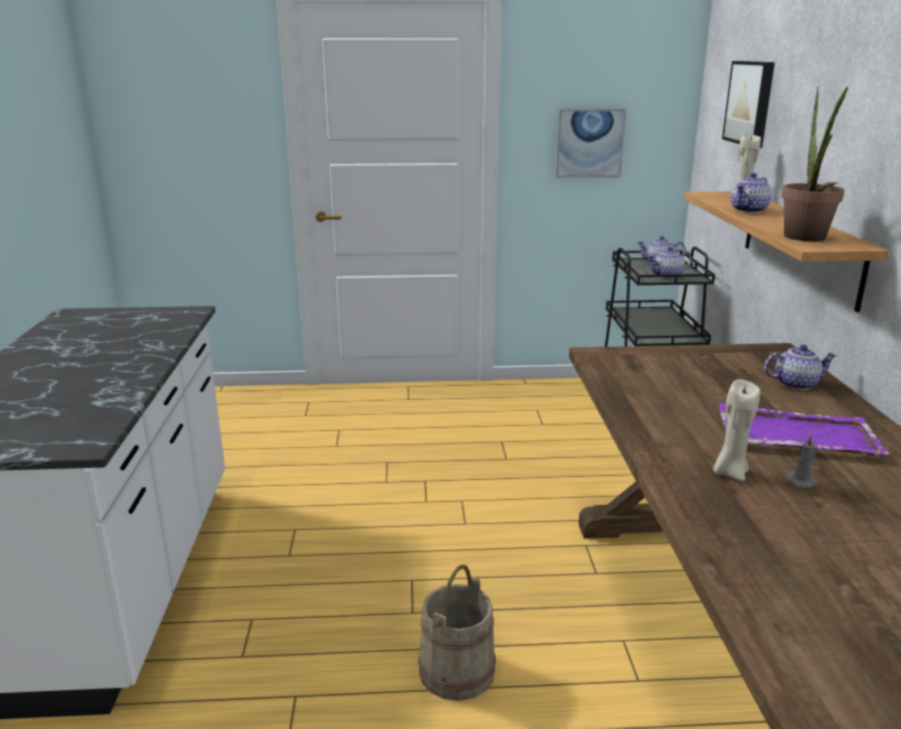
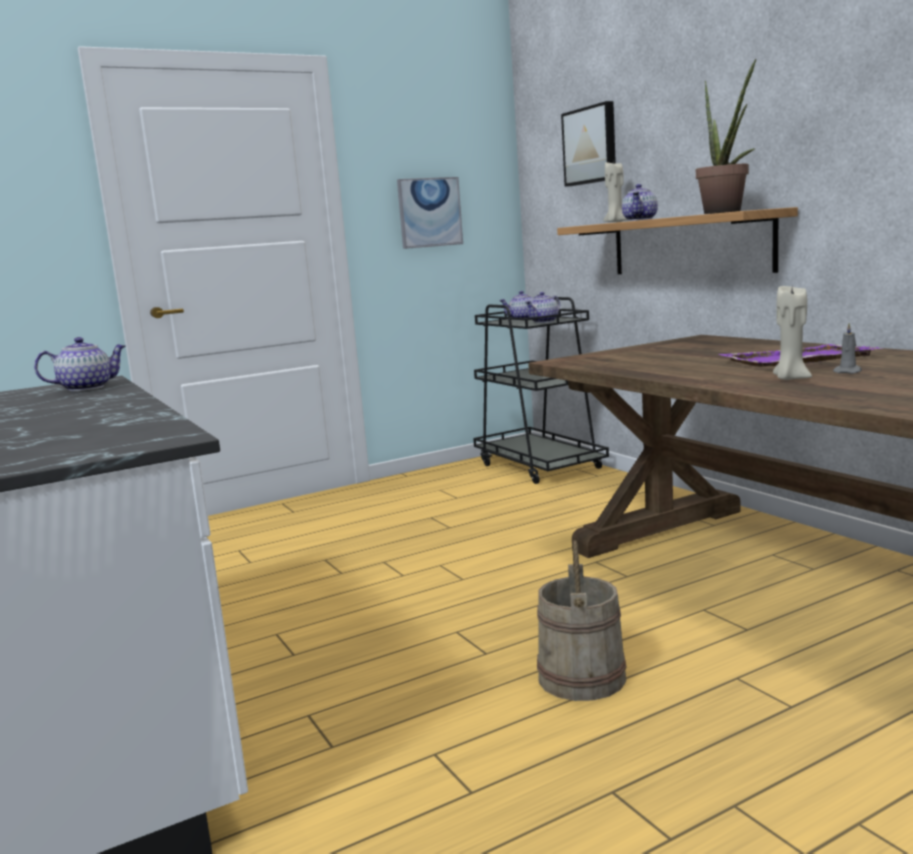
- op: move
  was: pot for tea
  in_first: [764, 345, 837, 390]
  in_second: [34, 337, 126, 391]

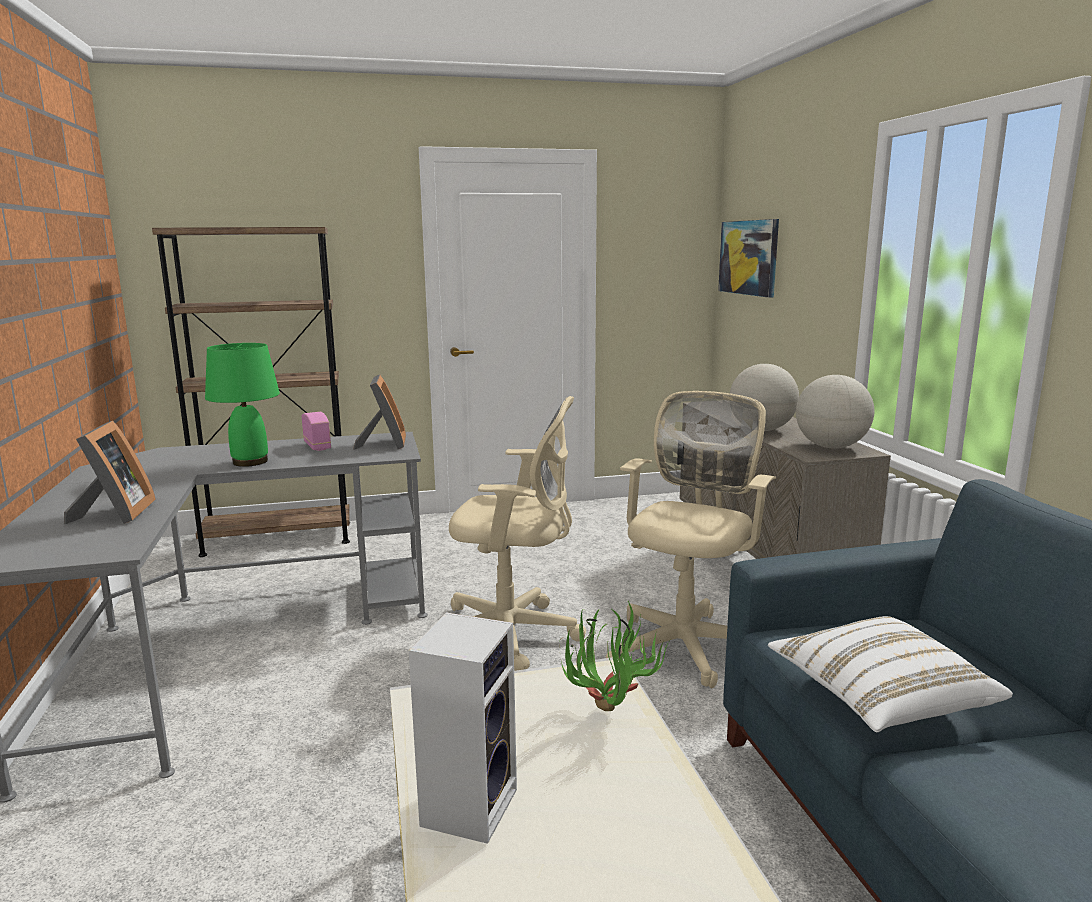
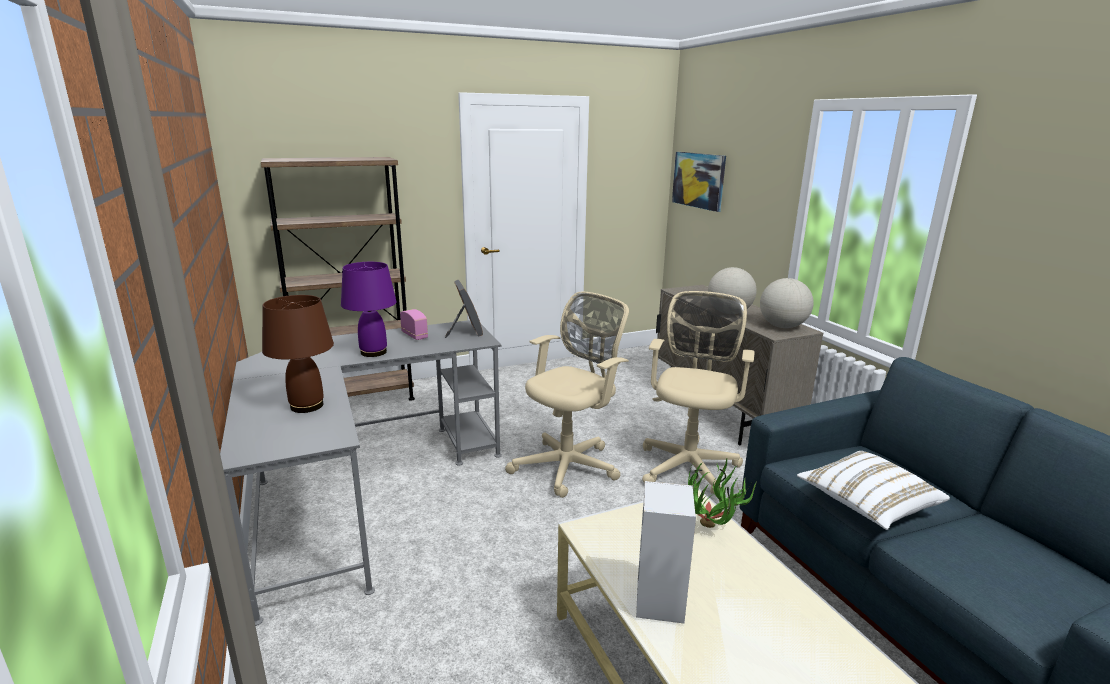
- op: replace
  was: standing frame
  now: table lamp (brown)
  in_first: [64, 421, 156, 524]
  in_second: [262, 295, 334, 413]
- op: recolor
  was: table lamp (green)
  now: table lamp (purplish)
  in_first: [205, 343, 280, 467]
  in_second: [341, 262, 396, 357]
- op: rotate
  was: office chair (beige-coloured)
  in_first: [449, 396, 586, 671]
  in_second: [505, 292, 629, 498]
  clockwise: -45

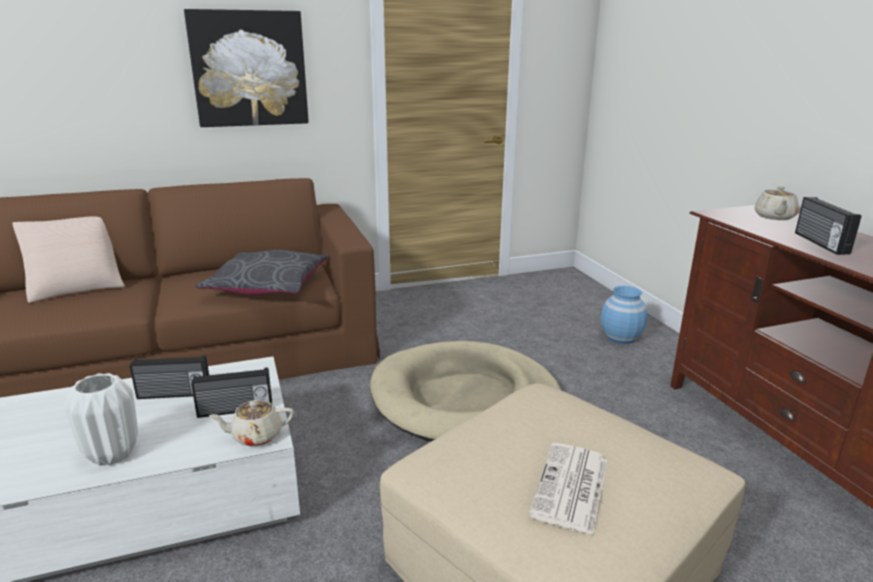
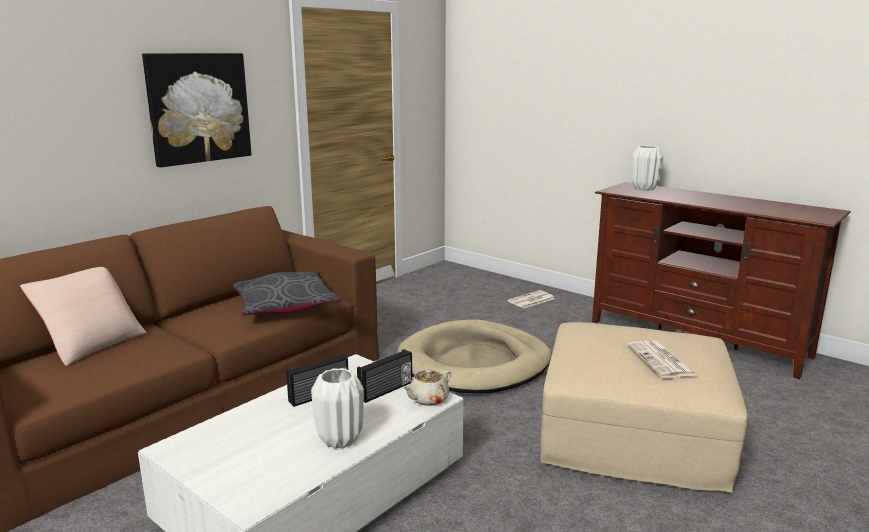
- op: replace
  was: decorative vase (blue)
  now: printed paper
  in_first: [601, 286, 648, 344]
  in_second: [508, 290, 555, 308]
- op: replace
  was: pot for tea (beige-coloured)
  now: decorative vase (white)
  in_first: [754, 186, 799, 220]
  in_second: [631, 146, 663, 191]
- op: delete
  was: radio receiver
  in_first: [795, 197, 861, 255]

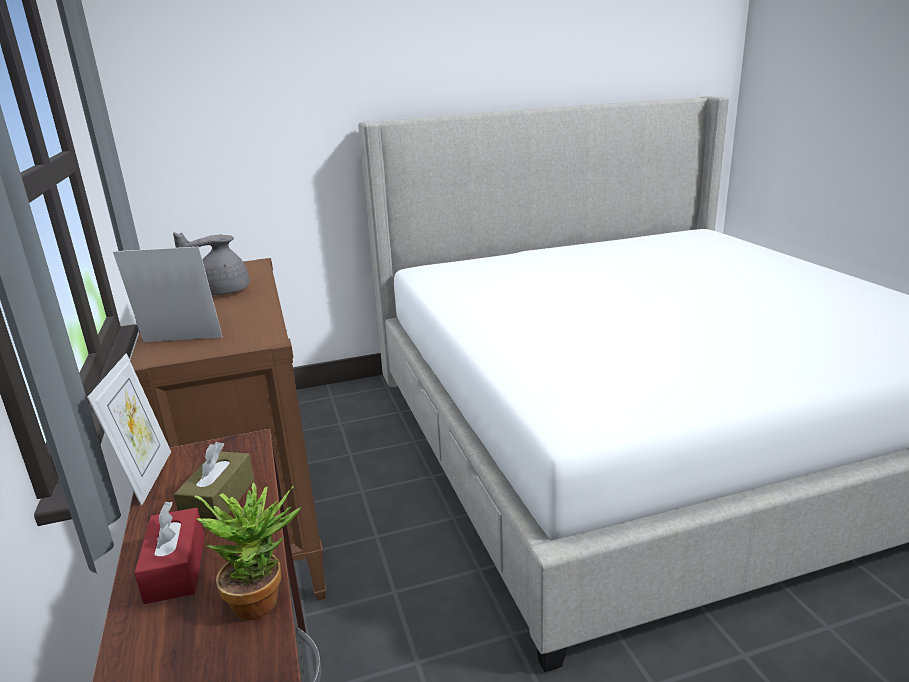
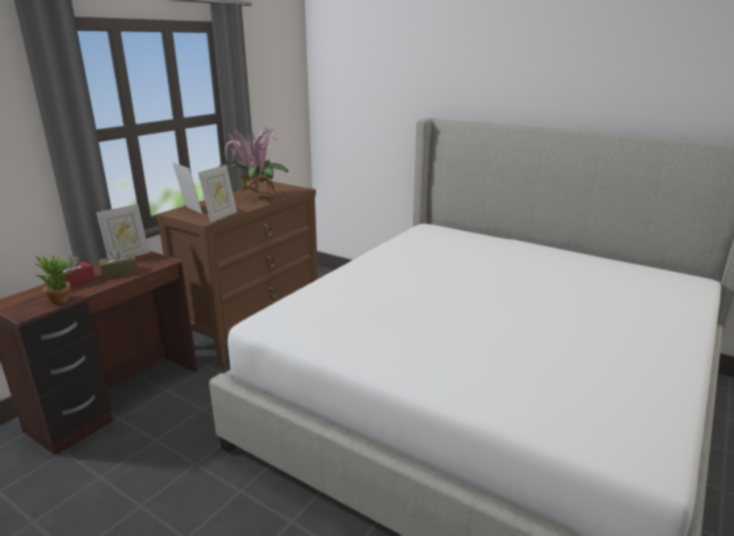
- op: insert
  now: standing frame
  in_second: [198, 165, 237, 223]
- op: replace
  was: pot for tea (gray)
  now: plant in a pot
  in_first: [173, 232, 249, 295]
  in_second: [219, 128, 289, 196]

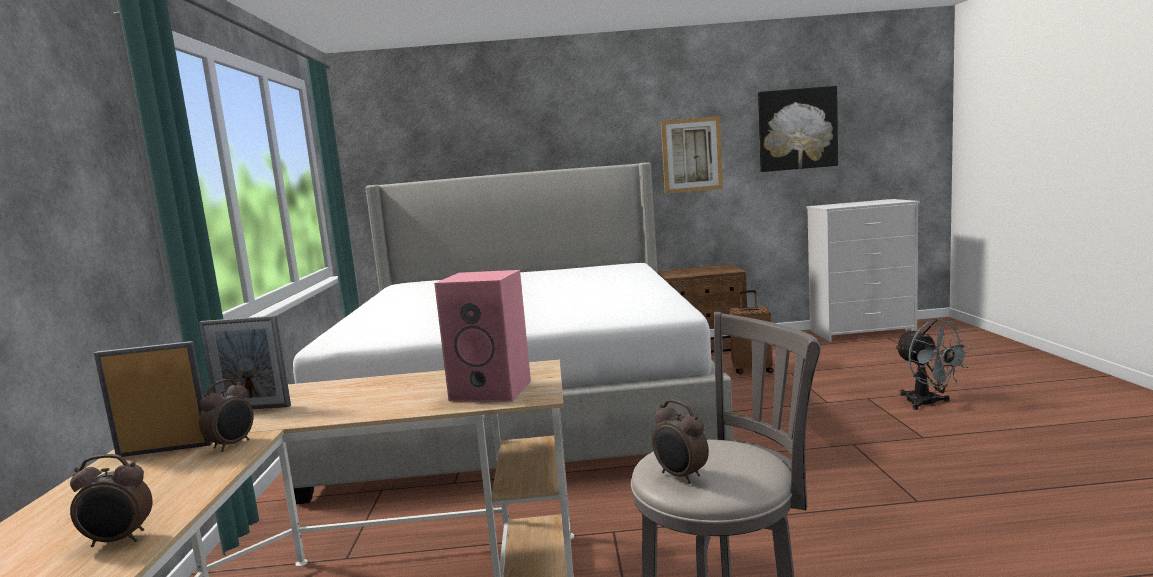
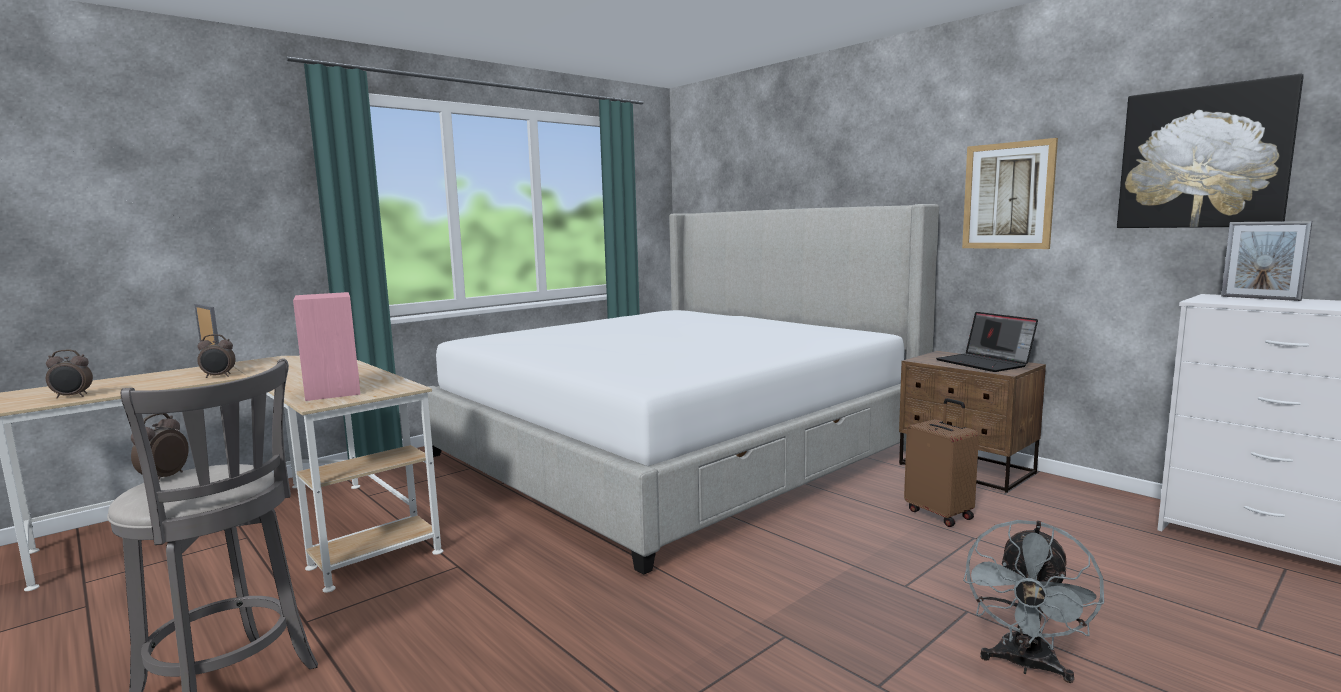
- op: rotate
  was: table clock
  in_first: [70, 454, 153, 547]
  in_second: [46, 350, 93, 398]
  clockwise: -60
- op: insert
  now: notebook computer
  in_second: [936, 312, 1038, 372]
- op: move
  was: standing frame
  in_first: [199, 316, 291, 409]
  in_second: [1221, 221, 1312, 301]

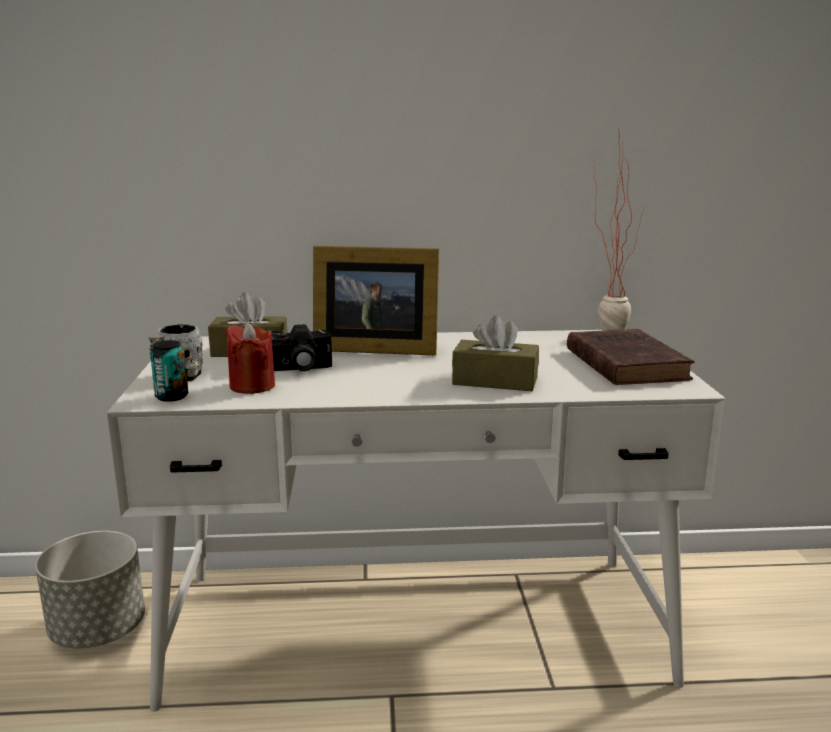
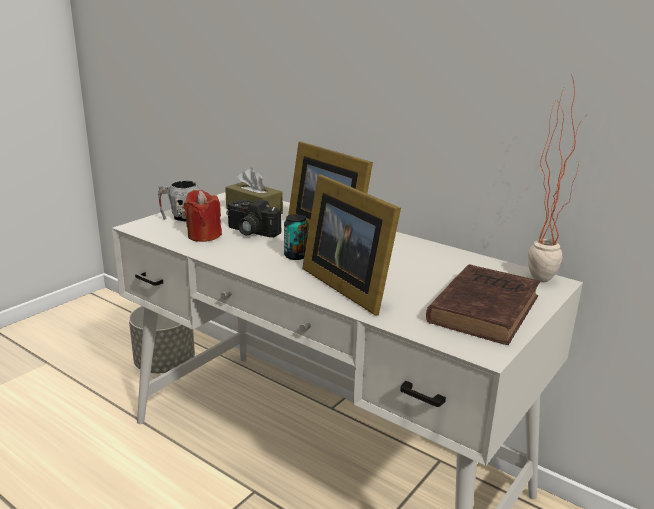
- op: move
  was: sealed can
  in_first: [150, 340, 188, 402]
  in_second: [284, 214, 308, 260]
- op: replace
  was: tissue holder (brown)
  now: standing frame
  in_first: [452, 315, 539, 391]
  in_second: [302, 175, 401, 315]

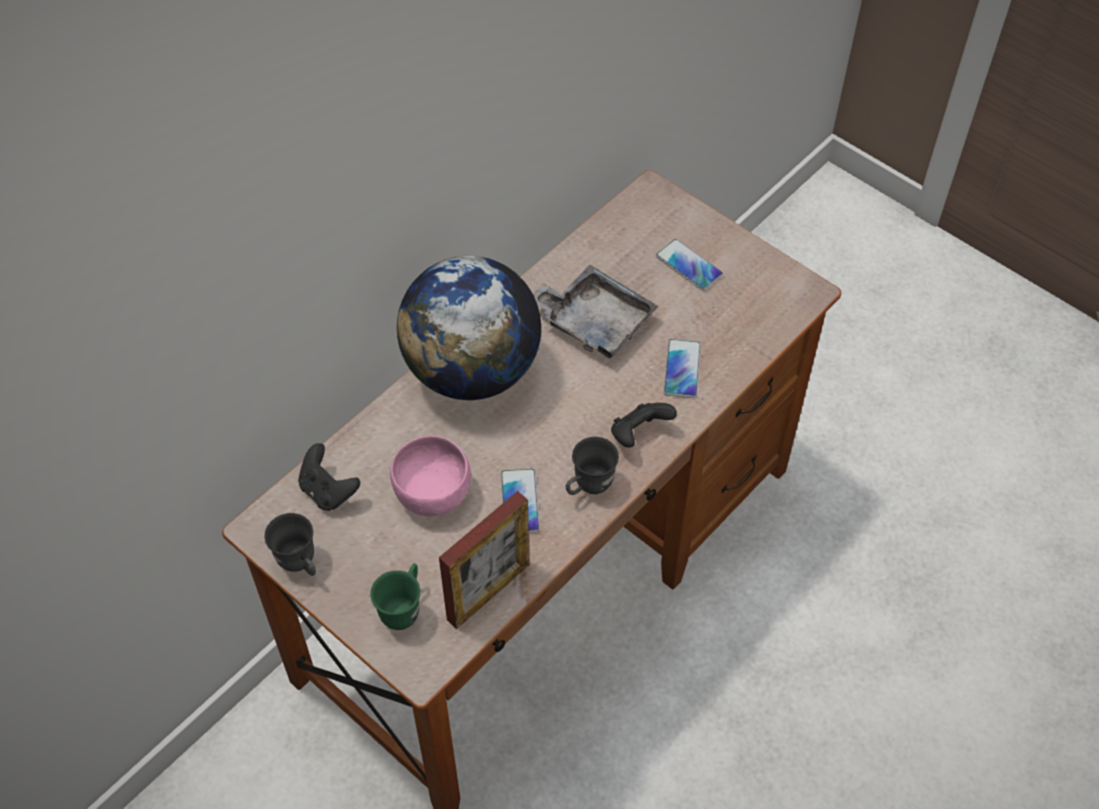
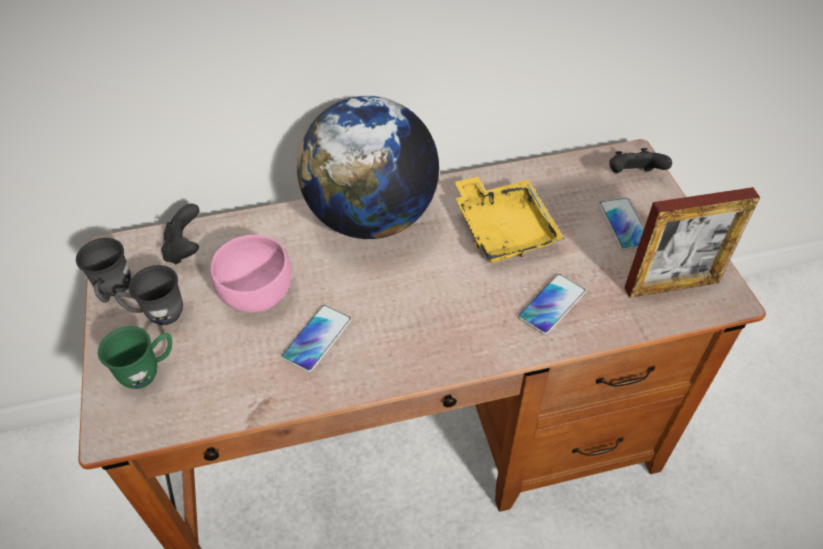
- op: move
  was: coffee mug (gray)
  in_first: [565, 437, 619, 495]
  in_second: [115, 265, 183, 325]
- op: recolor
  was: serving tray (gray)
  now: serving tray (yellow)
  in_first: [533, 265, 659, 359]
  in_second: [454, 176, 564, 263]
- op: move
  was: gamepad (blackish)
  in_first: [611, 403, 677, 448]
  in_second: [609, 148, 672, 173]
- op: move
  was: standing frame
  in_first: [439, 491, 530, 629]
  in_second: [624, 187, 760, 298]

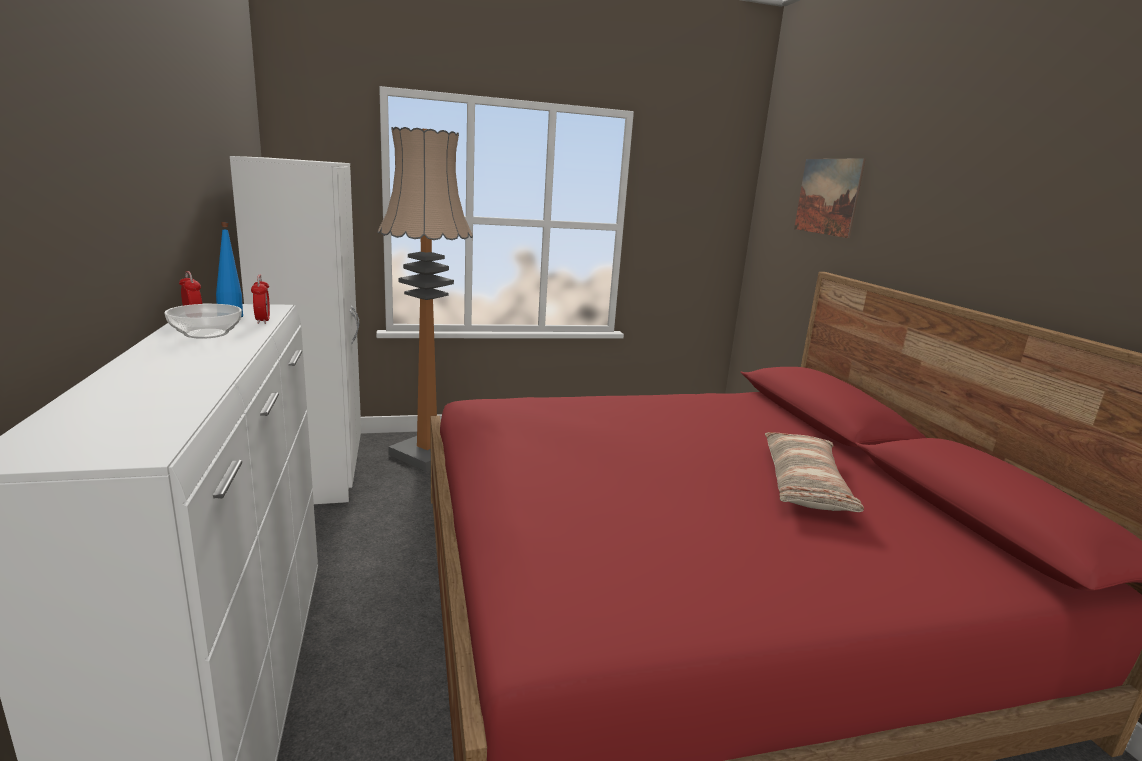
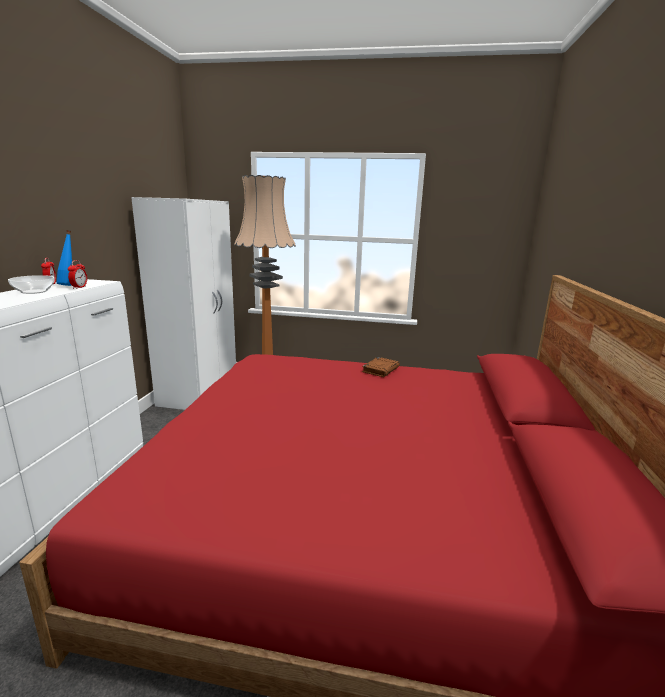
- op: insert
  now: book (brown)
  in_second: [362, 357, 400, 377]
- op: delete
  was: cushion
  in_first: [765, 432, 864, 512]
- op: delete
  was: wall picture
  in_first: [794, 158, 866, 238]

